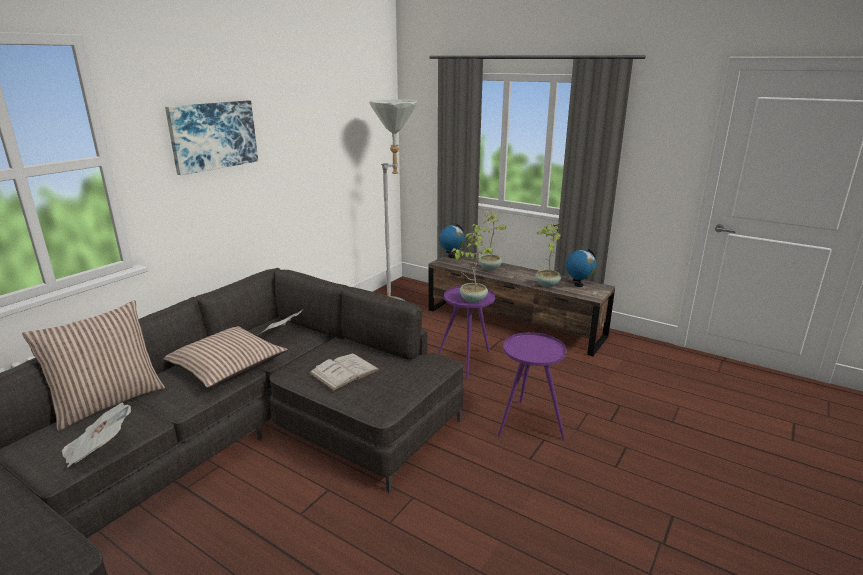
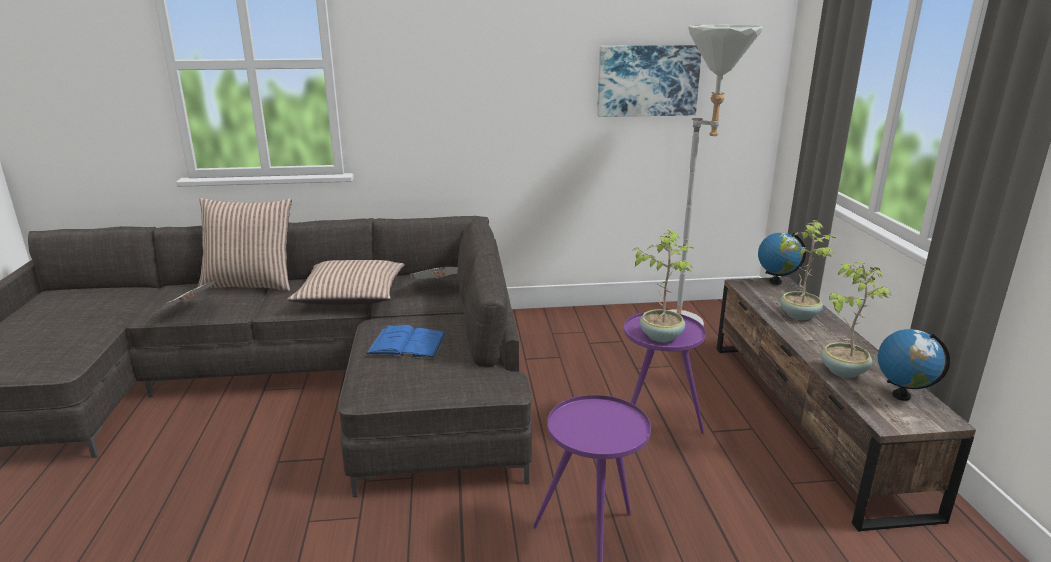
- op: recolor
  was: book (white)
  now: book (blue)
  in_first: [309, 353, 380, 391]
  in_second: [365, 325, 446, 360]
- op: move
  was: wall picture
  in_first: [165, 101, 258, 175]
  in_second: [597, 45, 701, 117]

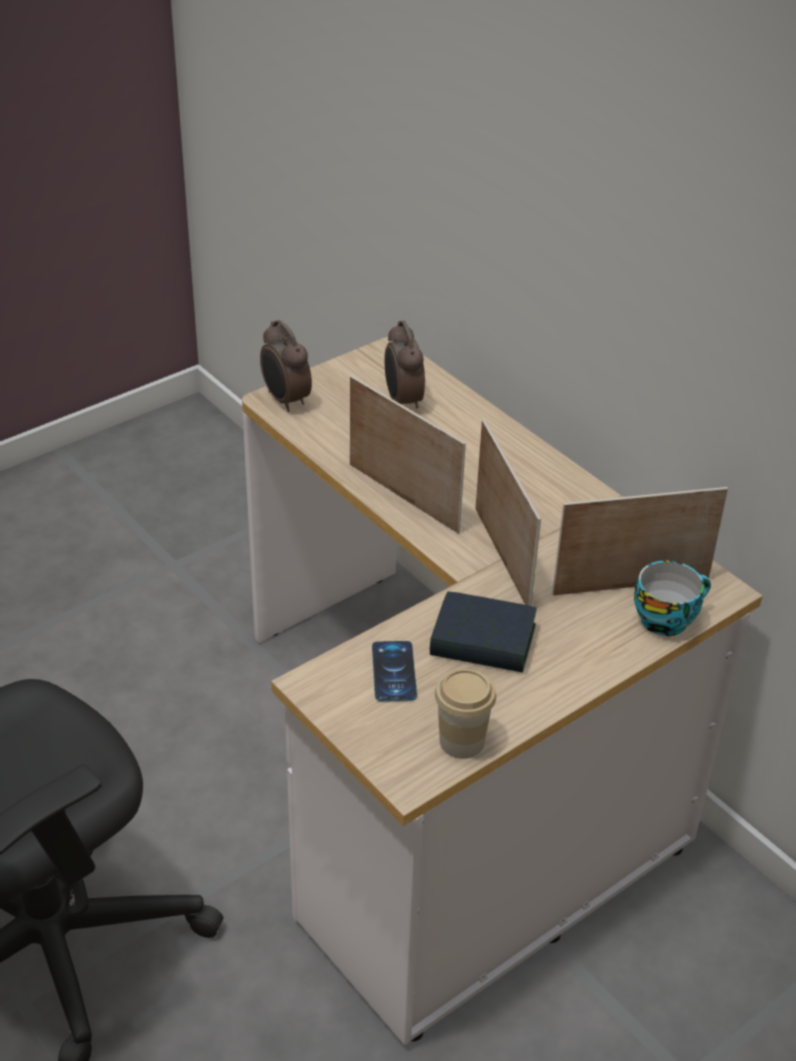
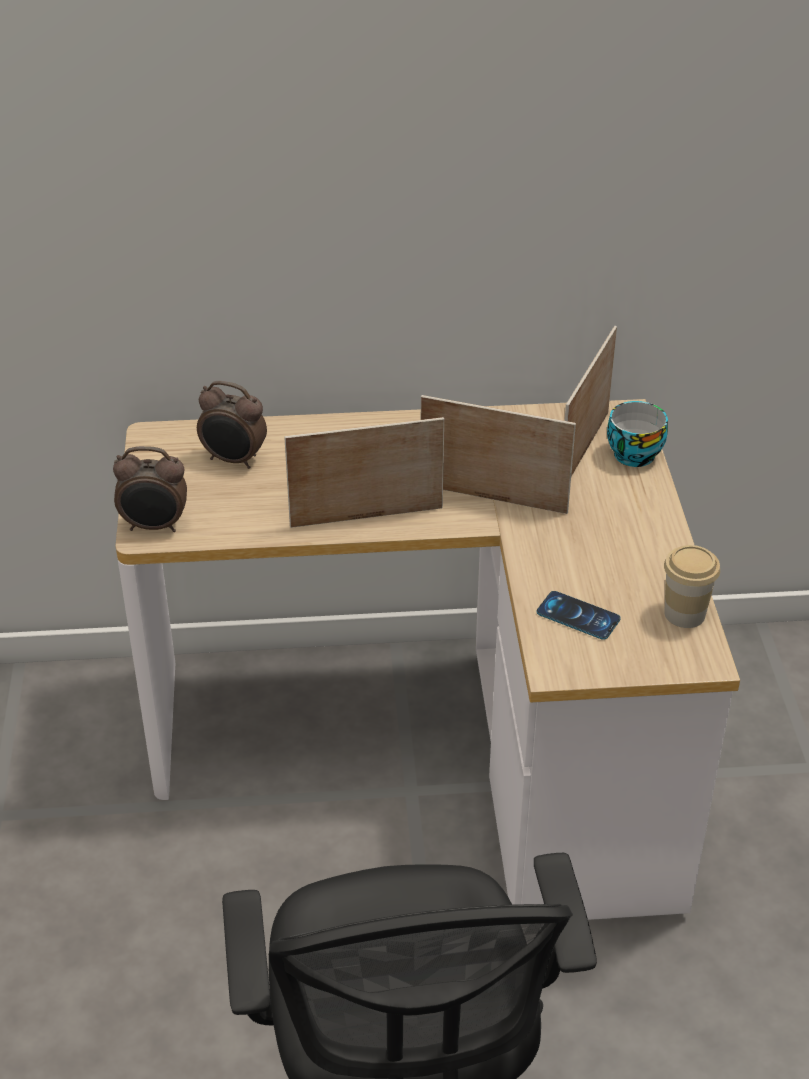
- op: delete
  was: book
  in_first: [430, 591, 537, 673]

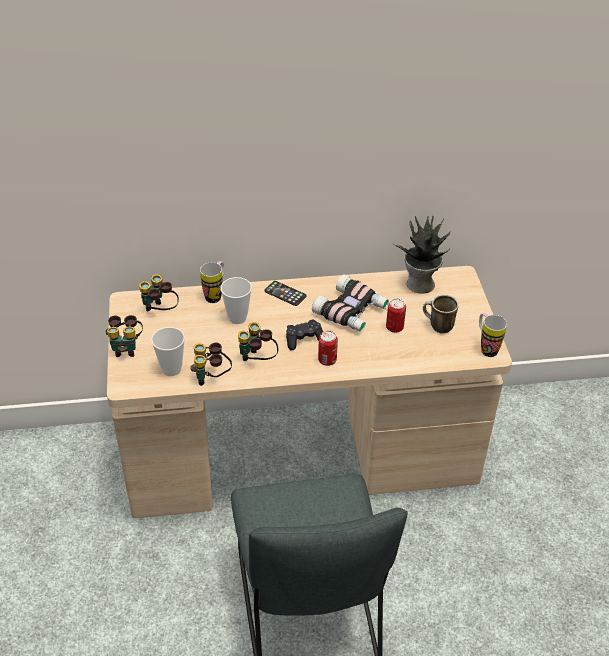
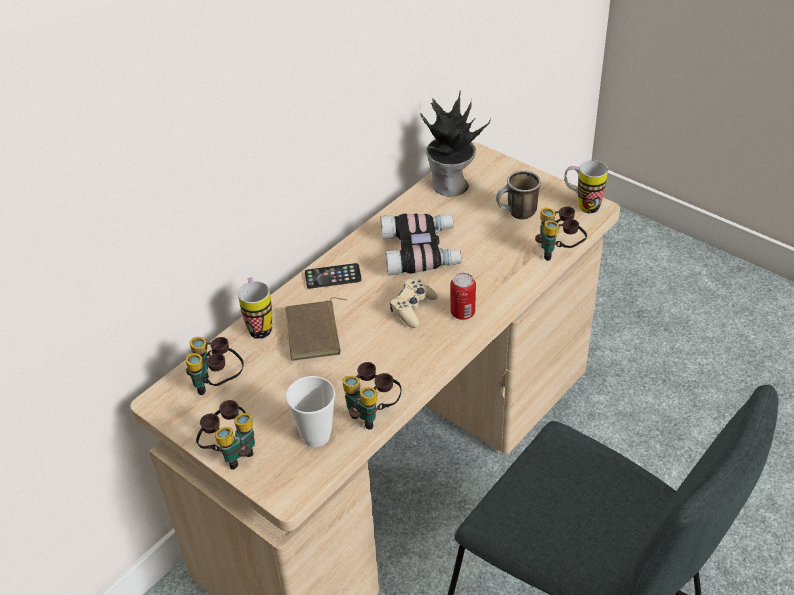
- op: replace
  was: cup
  now: book (brown)
  in_first: [220, 277, 252, 324]
  in_second: [285, 297, 348, 361]
- op: recolor
  was: gamepad (blackish)
  now: gamepad (beige-coloured)
  in_first: [286, 320, 323, 350]
  in_second: [390, 279, 438, 328]
- op: move
  was: pair of binoculars
  in_first: [238, 322, 278, 361]
  in_second: [535, 207, 587, 261]
- op: delete
  was: sealed can
  in_first: [386, 298, 406, 333]

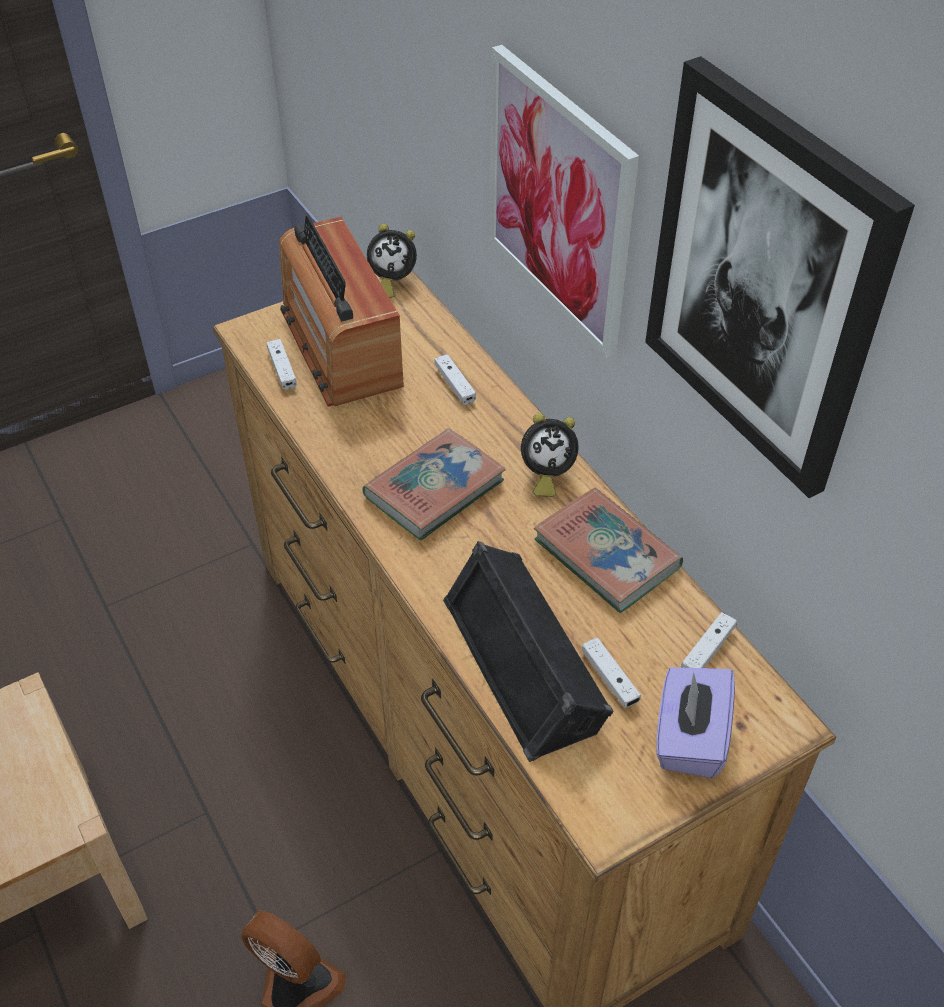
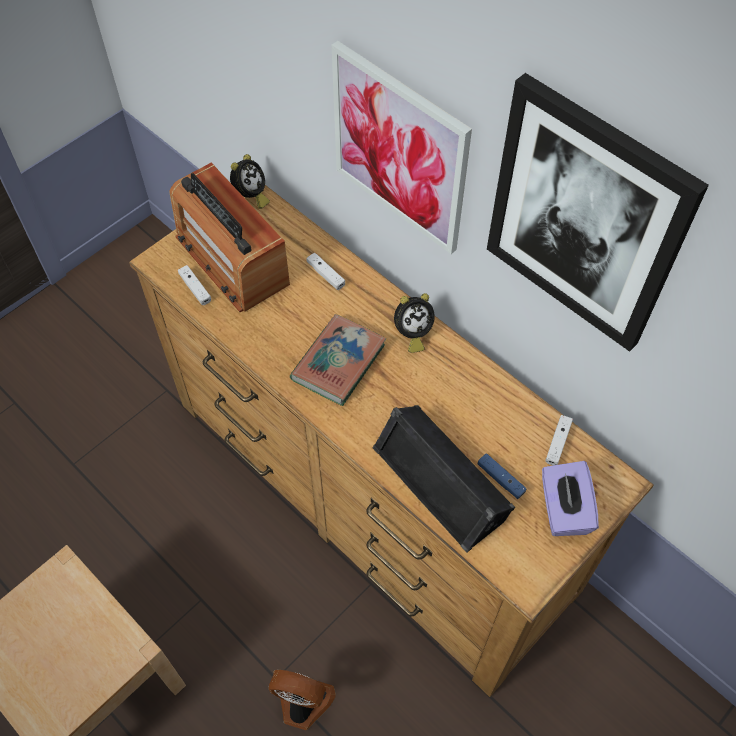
- op: rotate
  was: table clock
  in_first: [367, 224, 417, 298]
  in_second: [230, 154, 270, 209]
  clockwise: -45
- op: recolor
  was: gamepad (white)
  now: gamepad (blue)
  in_first: [582, 638, 641, 708]
  in_second: [478, 453, 527, 499]
- op: delete
  was: book
  in_first: [534, 488, 683, 613]

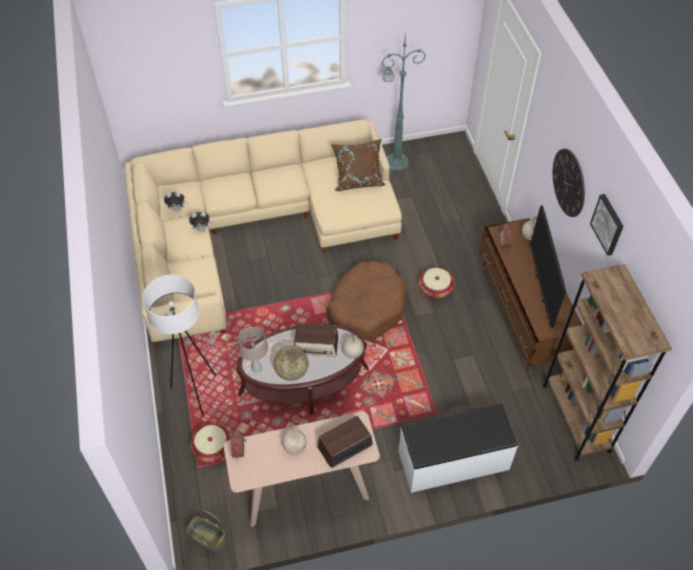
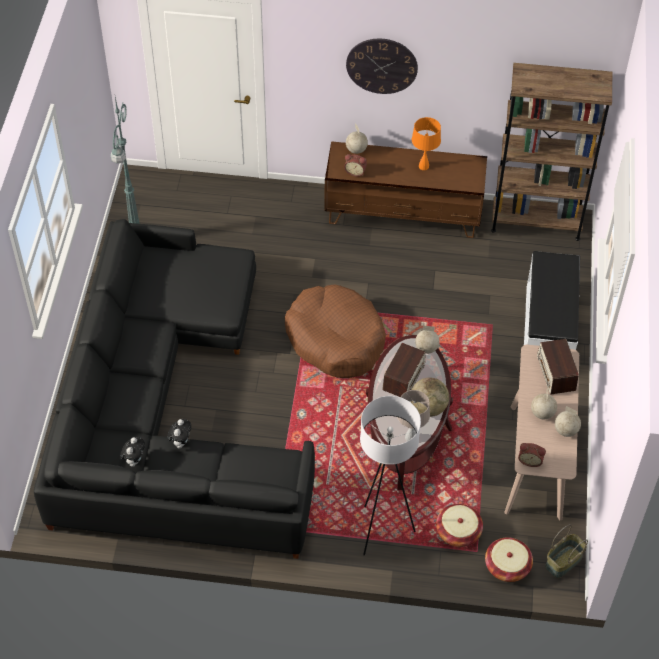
- op: recolor
  was: sofa (beige-coloured)
  now: sofa (blackish)
  in_first: [125, 120, 402, 347]
  in_second: [34, 219, 315, 559]
- op: replace
  was: TV set
  now: table lamp (orange-coloured)
  in_first: [530, 205, 566, 328]
  in_second: [412, 117, 441, 170]
- op: move
  was: storage basket
  in_first: [419, 267, 455, 299]
  in_second: [485, 537, 533, 582]
- op: insert
  now: desk globe
  in_second: [555, 406, 581, 437]
- op: delete
  was: cushion (brown)
  in_first: [331, 139, 387, 191]
- op: delete
  was: wall picture
  in_first: [590, 194, 623, 256]

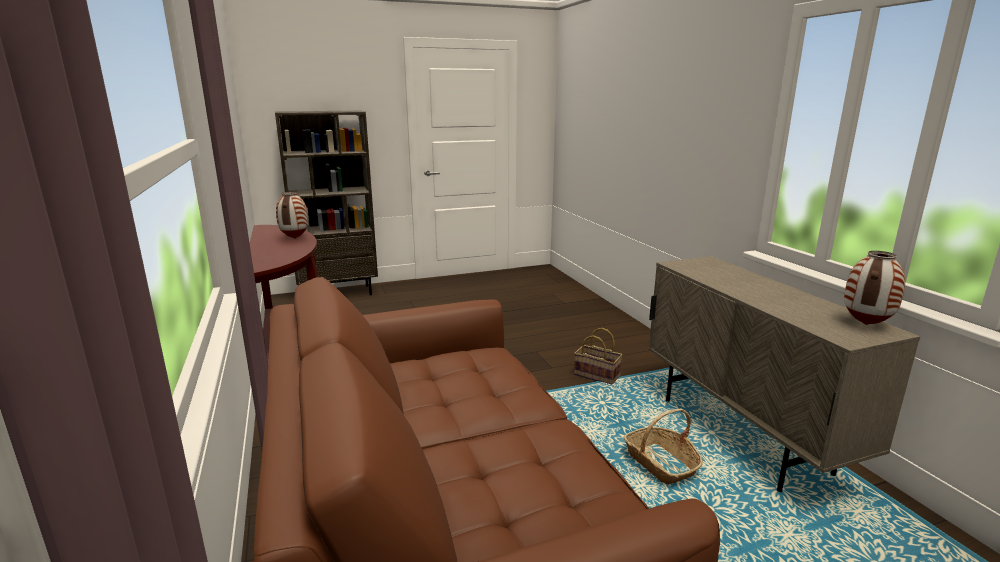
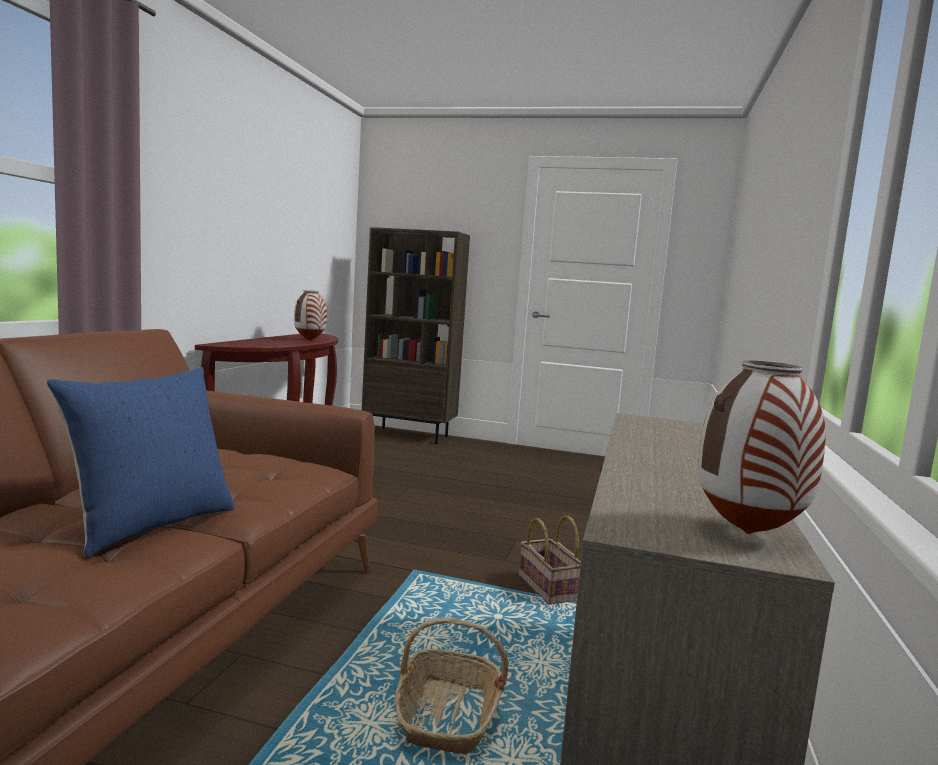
- op: insert
  now: cushion (blue)
  in_second: [47, 367, 235, 557]

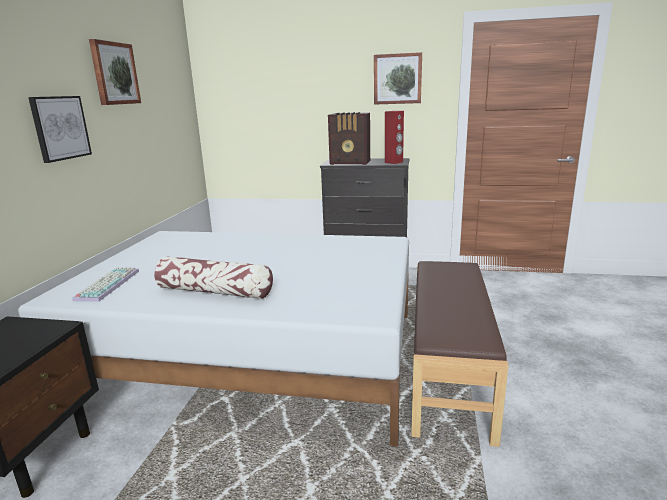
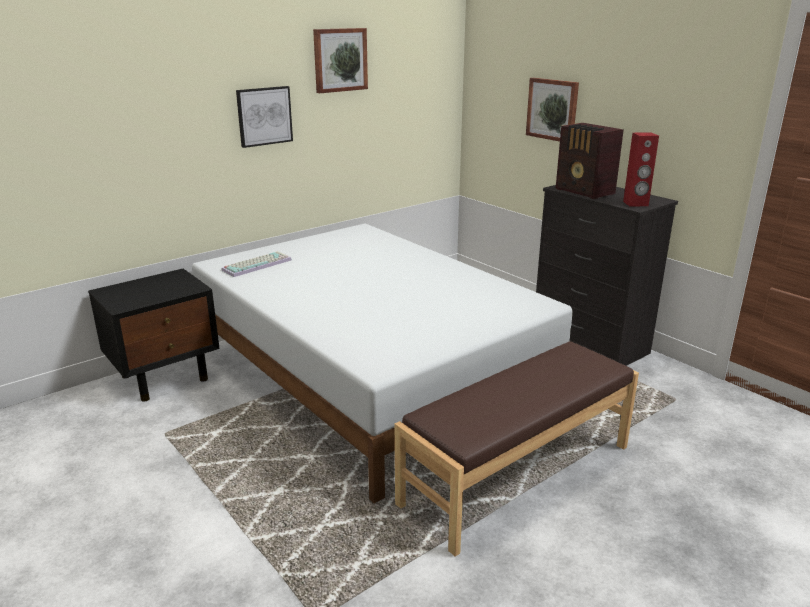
- op: move
  was: wall picture
  in_first: [374, 52, 422, 105]
  in_second: [526, 78, 579, 142]
- op: delete
  was: cushion
  in_first: [154, 256, 273, 299]

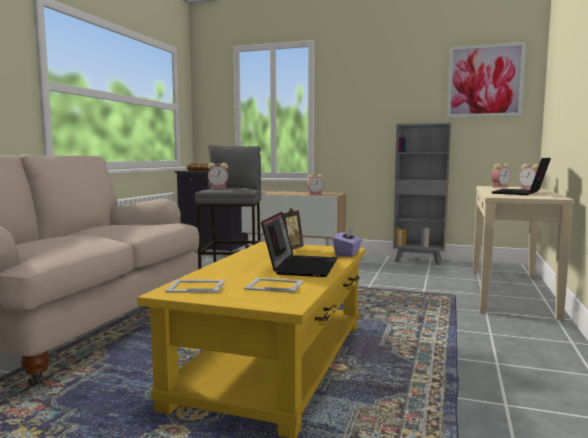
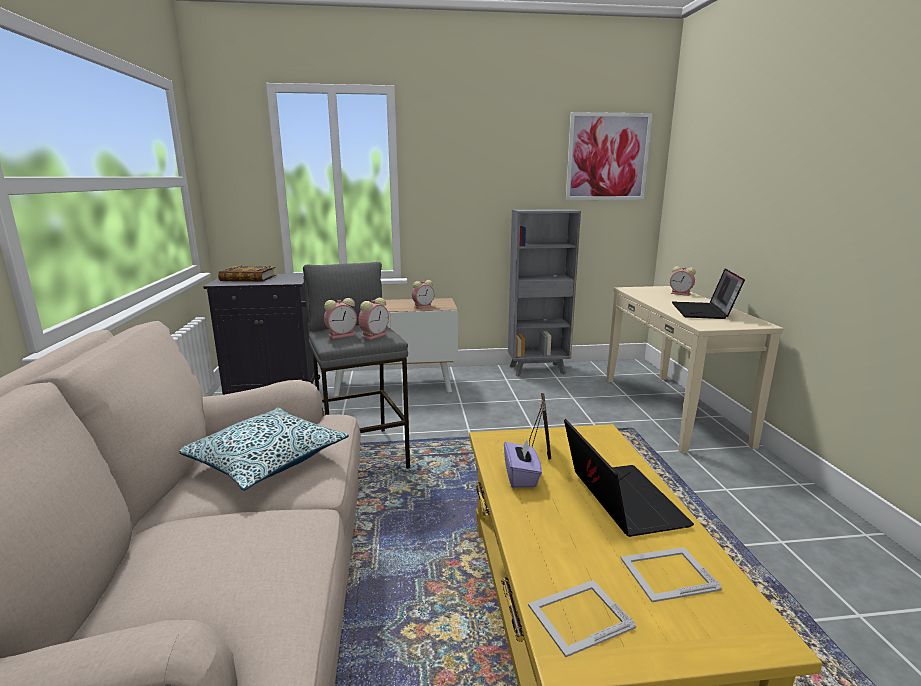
- op: insert
  now: cushion
  in_second: [179, 407, 349, 491]
- op: move
  was: table clock
  in_first: [492, 163, 511, 188]
  in_second: [359, 298, 389, 340]
- op: move
  was: tissue holder (purplish)
  in_first: [333, 227, 362, 257]
  in_second: [504, 439, 542, 488]

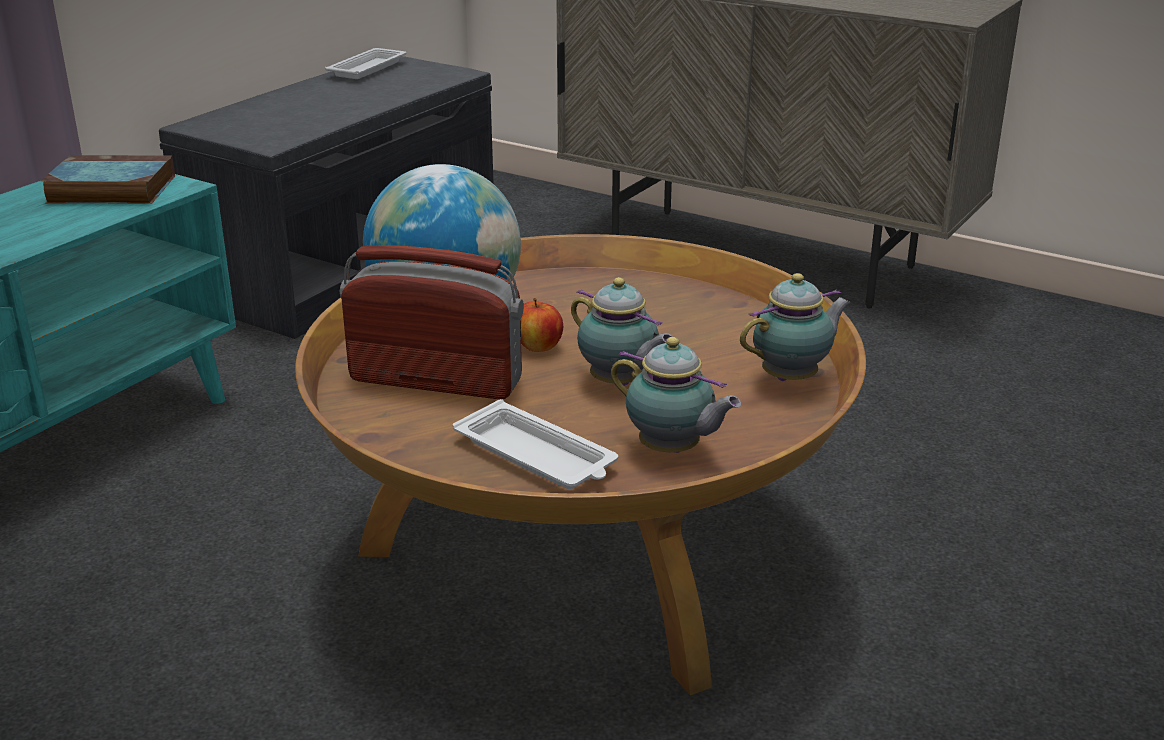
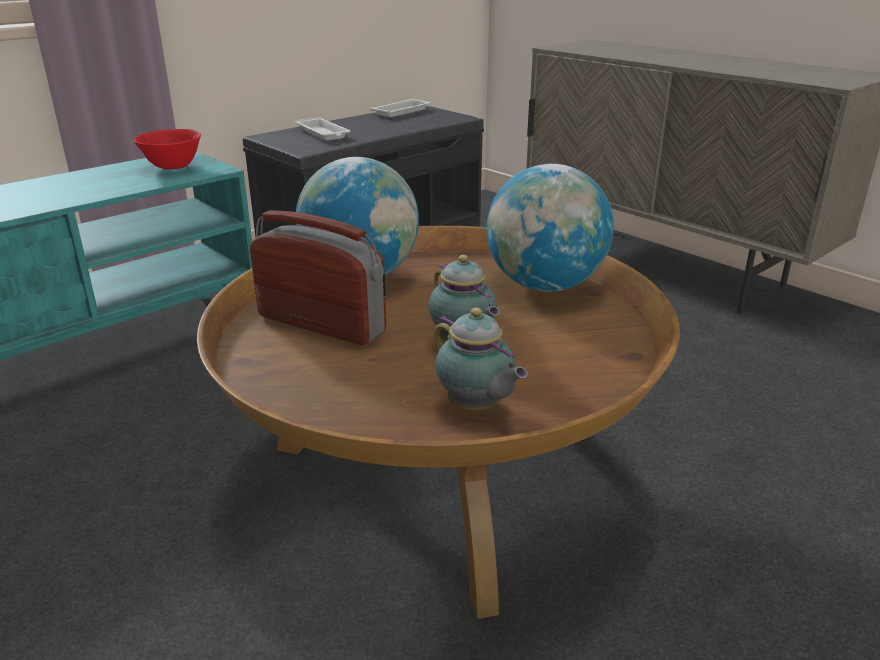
- op: replace
  was: book
  now: deep dish (red)
  in_first: [41, 155, 175, 204]
  in_second: [134, 129, 201, 169]
- op: move
  was: serving tray (white)
  in_first: [453, 399, 618, 489]
  in_second: [294, 117, 351, 140]
- op: insert
  now: desk globe
  in_second: [486, 164, 614, 292]
- op: delete
  was: apple
  in_first: [521, 298, 563, 352]
- op: delete
  was: pot for tea
  in_first: [740, 273, 851, 381]

